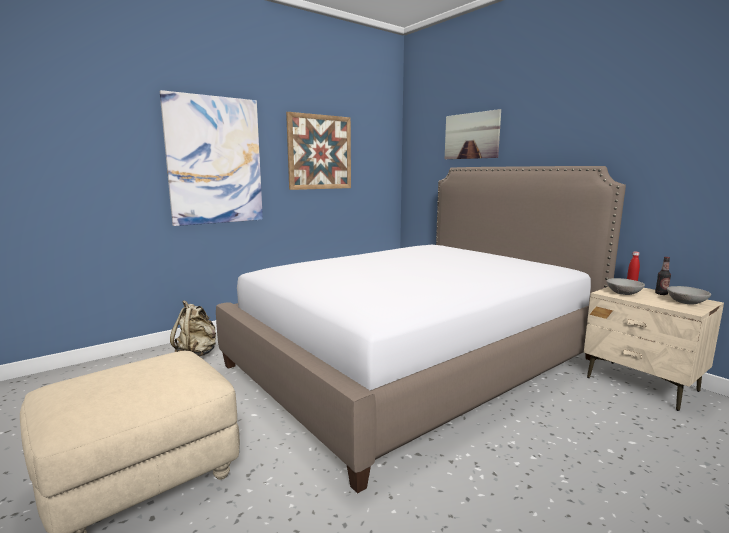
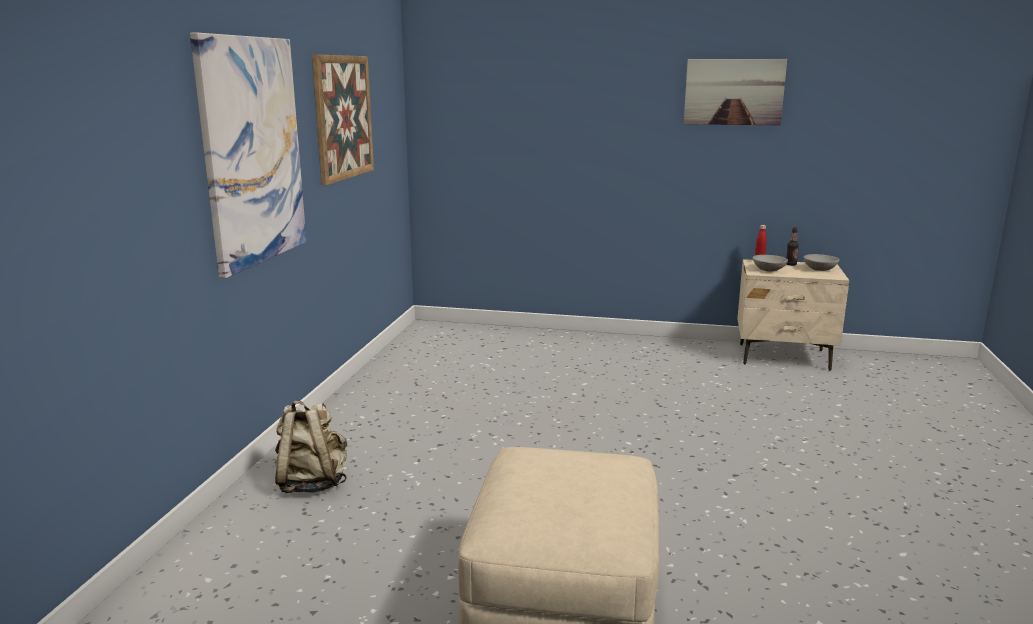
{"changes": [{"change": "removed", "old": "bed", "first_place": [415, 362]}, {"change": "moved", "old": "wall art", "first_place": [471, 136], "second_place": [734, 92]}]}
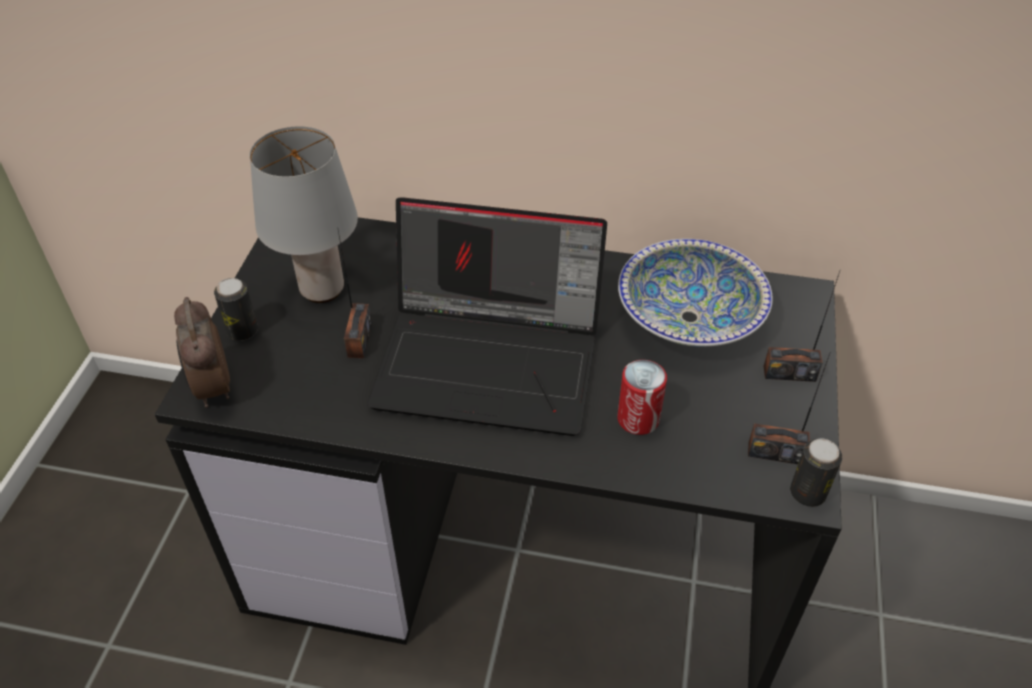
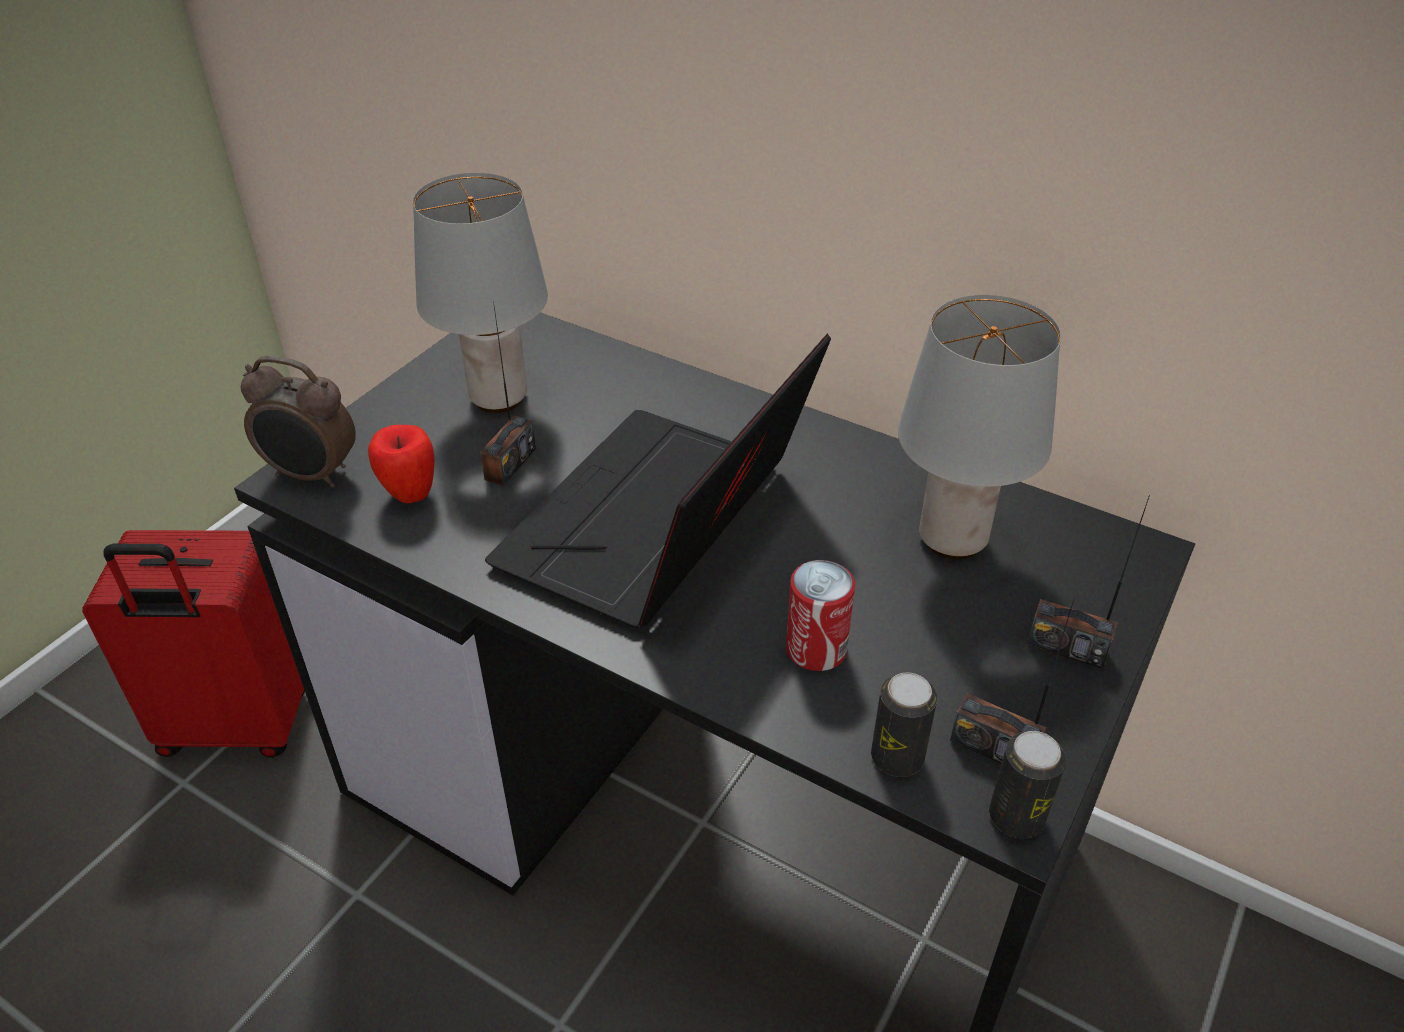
{"changes": [{"change": "turned", "old": "table clock", "first_place": [212, 388], "second_place": [312, 475], "degrees": -75}, {"change": "moved", "old": "sealed can", "first_place": [242, 331], "second_place": [897, 757]}, {"change": "turned", "old": "laptop", "first_place": [492, 360], "second_place": [659, 527], "degrees": 90}, {"change": "replaced", "old": "deep dish", "new": "grey lamp for a table", "first_place": [689, 317], "second_place": [954, 540]}, {"change": "added", "new": "red piece of luggage", "second_place": [236, 726]}, {"change": "added", "new": "whole apple", "second_place": [410, 495]}]}
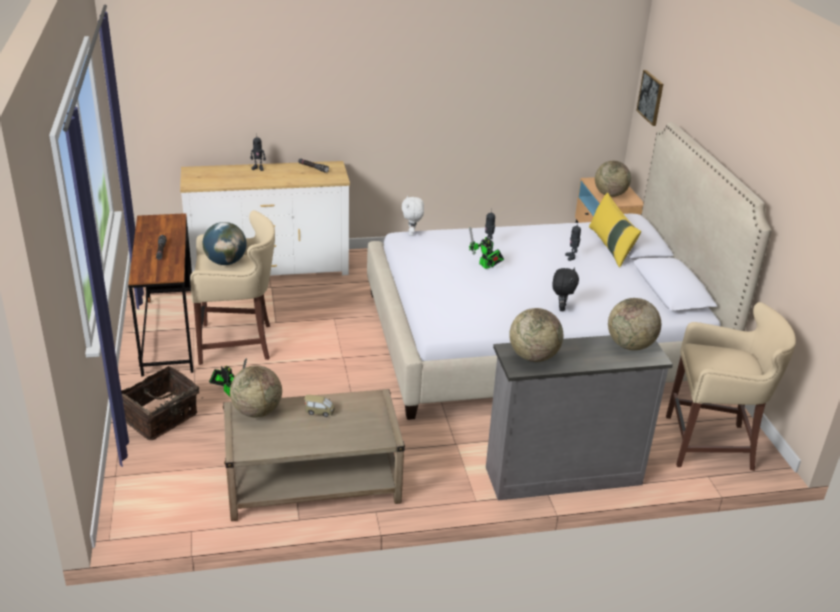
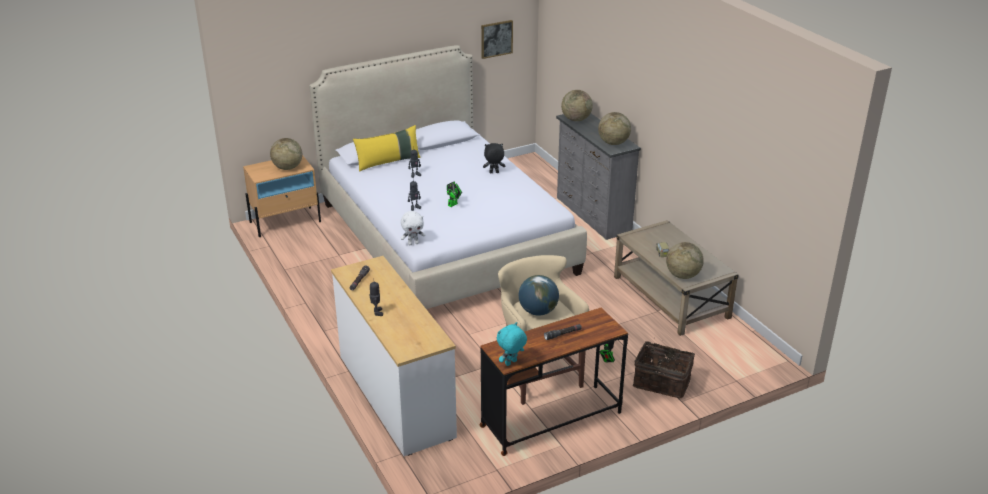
{"changes": [{"change": "moved", "old": "wall art", "first_place": [651, 97], "second_place": [496, 39]}, {"change": "removed", "old": "sand-coloured sitting stool", "first_place": [712, 444]}, {"change": "added", "new": "turquoise soft toy", "second_place": [511, 363]}]}
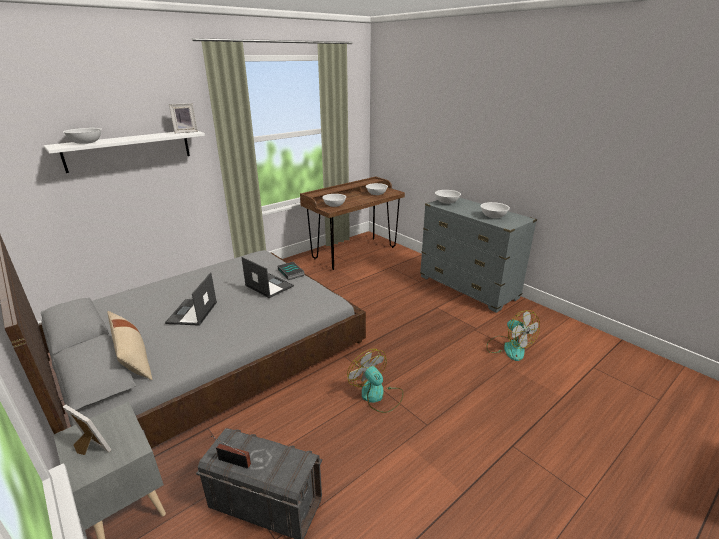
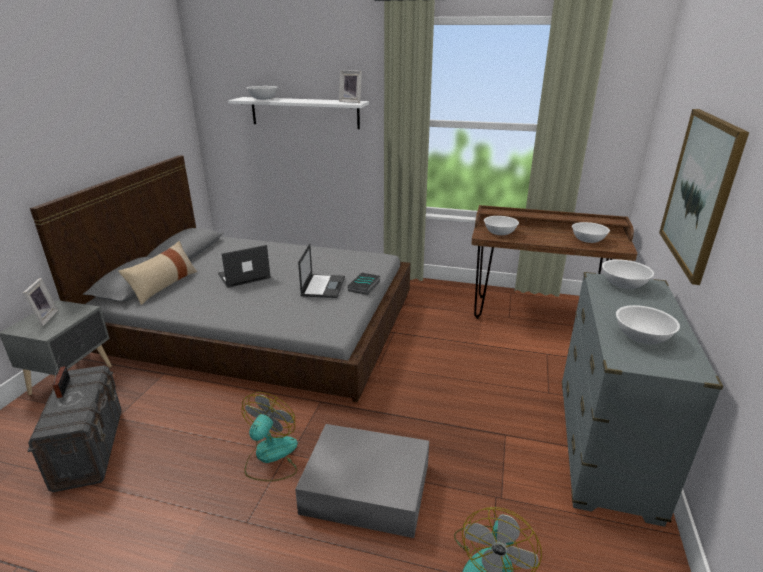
{"changes": [{"change": "added", "new": "grey storage container", "second_place": [364, 487]}, {"change": "added", "new": "wall art", "second_place": [699, 192]}]}
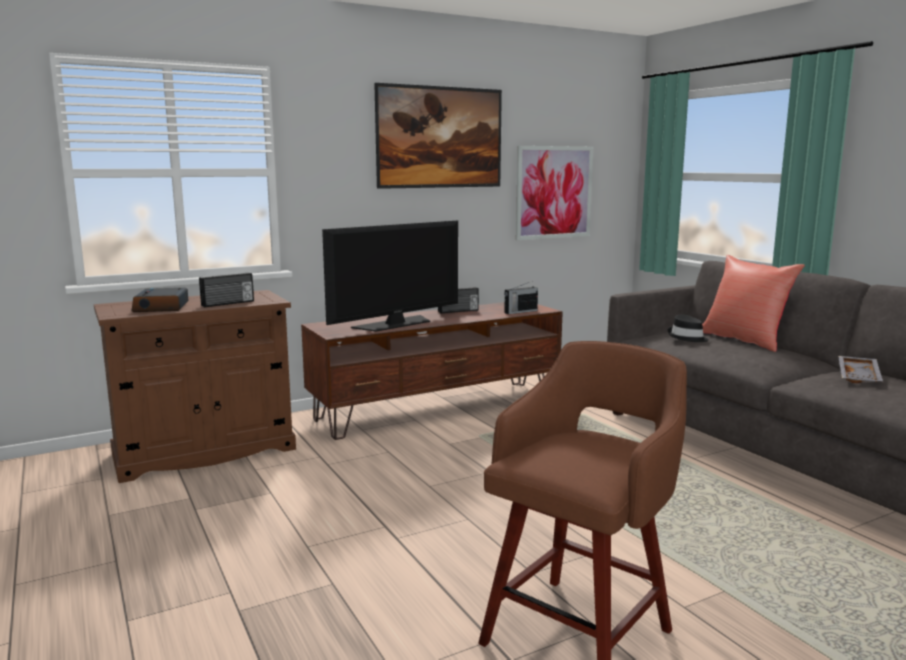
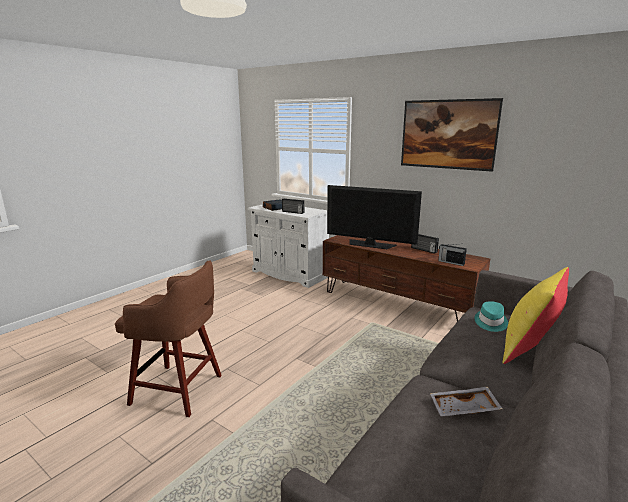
{"changes": [{"change": "recoloured", "old": "brown cabinet", "new": "white cabinet", "first_place": [205, 451], "second_place": [290, 274]}, {"change": "removed", "old": "wall art", "first_place": [554, 192]}, {"change": "recoloured", "old": "black-coloured wearable hat", "new": "turquoise wearable hat", "first_place": [687, 337], "second_place": [490, 322]}, {"change": "recoloured", "old": "red throw pillow", "new": "yellow throw pillow", "first_place": [744, 340], "second_place": [529, 348]}]}
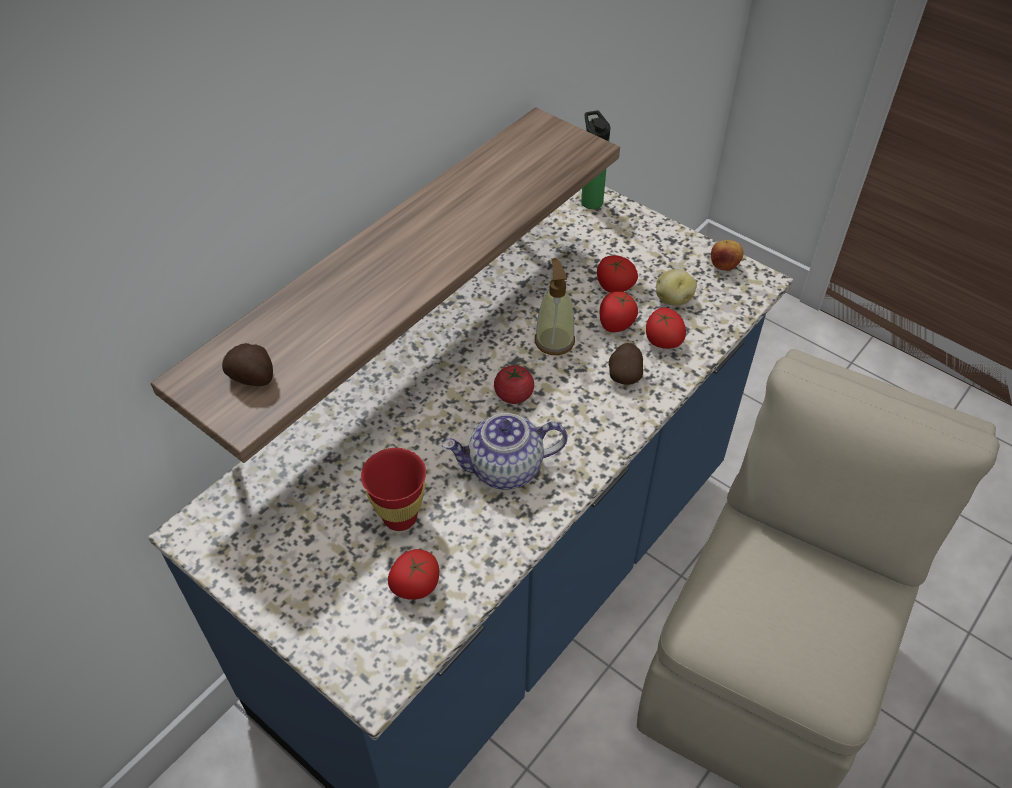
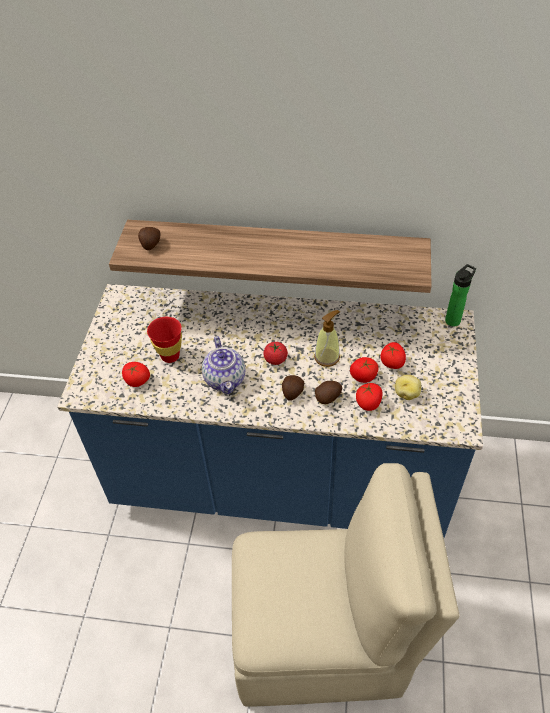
{"changes": [{"change": "turned", "old": "pot for tea", "first_place": [505, 469], "second_place": [225, 379], "degrees": -150}, {"change": "removed", "old": "whole apple", "first_place": [724, 266]}, {"change": "added", "new": "potato", "second_place": [292, 393]}]}
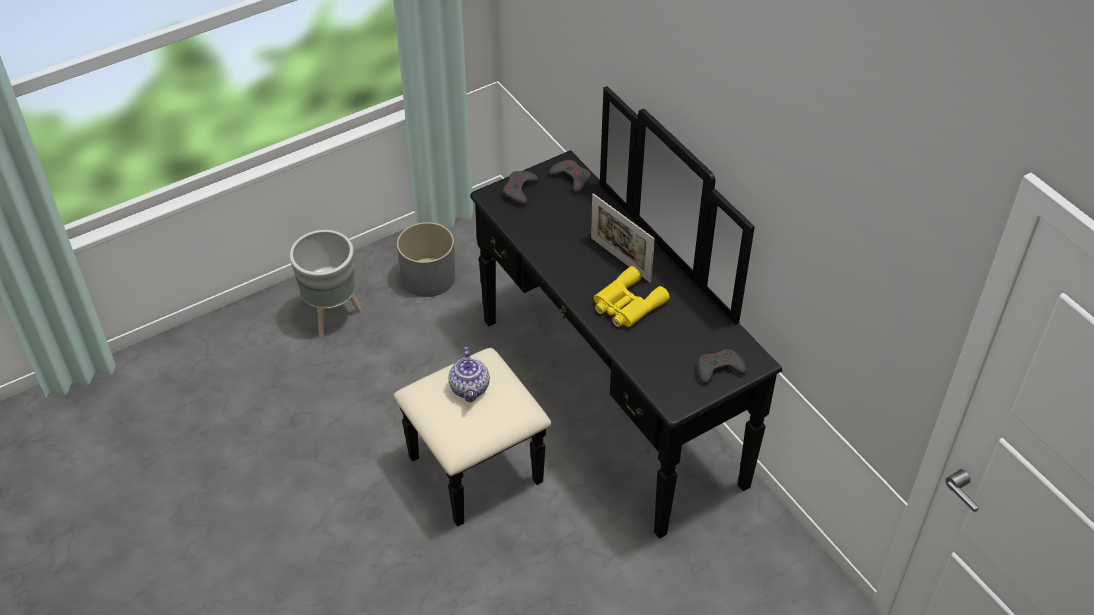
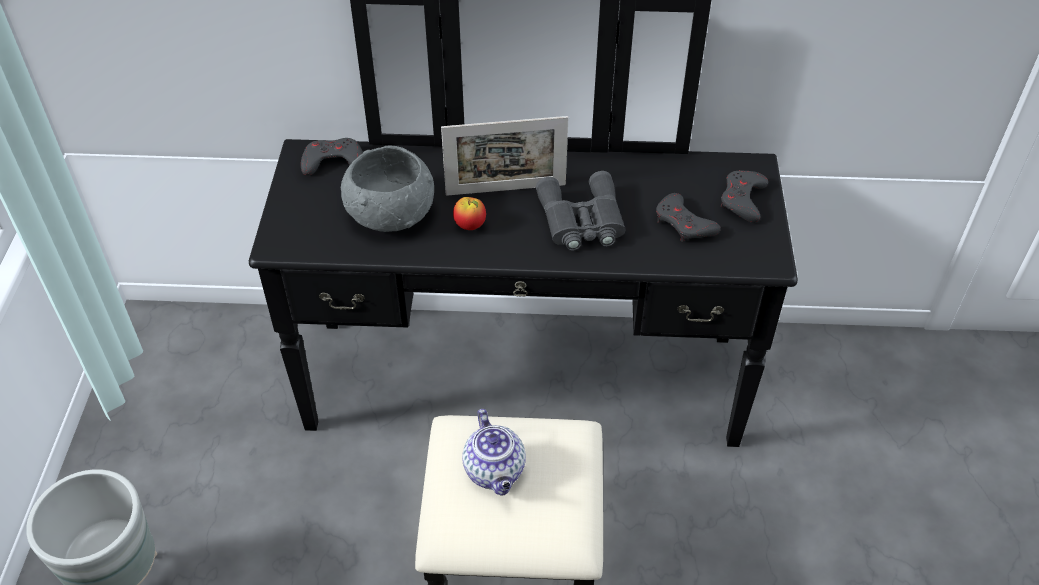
{"changes": [{"change": "removed", "old": "grey planter", "first_place": [429, 277]}, {"change": "turned", "old": "pot for tea", "first_place": [470, 389], "second_place": [495, 471], "degrees": 45}, {"change": "moved", "old": "grey gamepad", "first_place": [519, 190], "second_place": [684, 223]}, {"change": "recoloured", "old": "yellow pair of binoculars", "new": "grey pair of binoculars", "first_place": [626, 304], "second_place": [581, 221]}, {"change": "added", "new": "grey deep dish", "second_place": [390, 213]}, {"change": "added", "new": "whole apple", "second_place": [470, 226]}]}
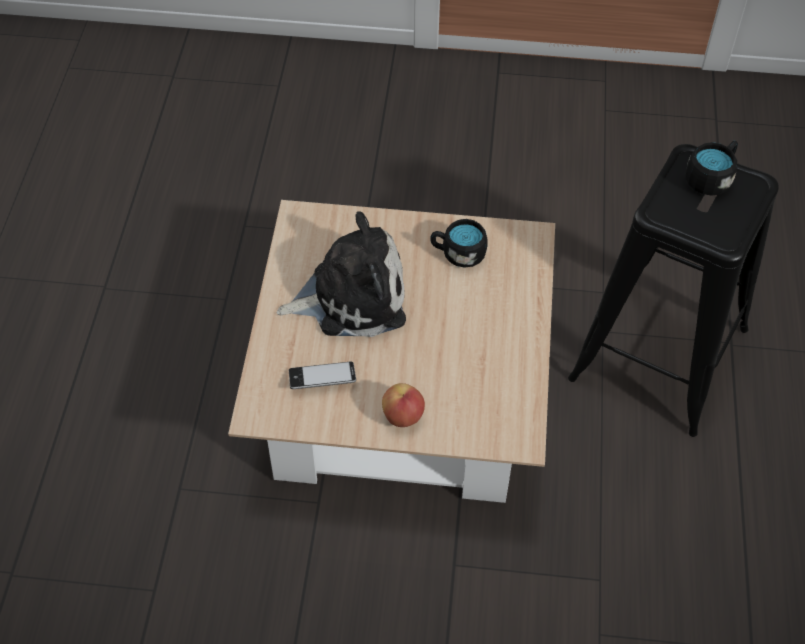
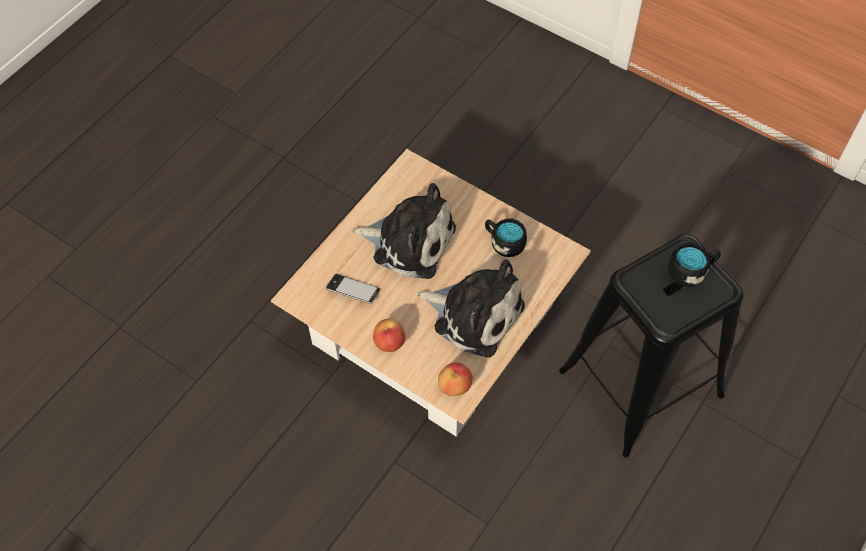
{"changes": [{"change": "added", "new": "soft toy", "second_place": [474, 314]}, {"change": "added", "new": "whole apple", "second_place": [455, 386]}]}
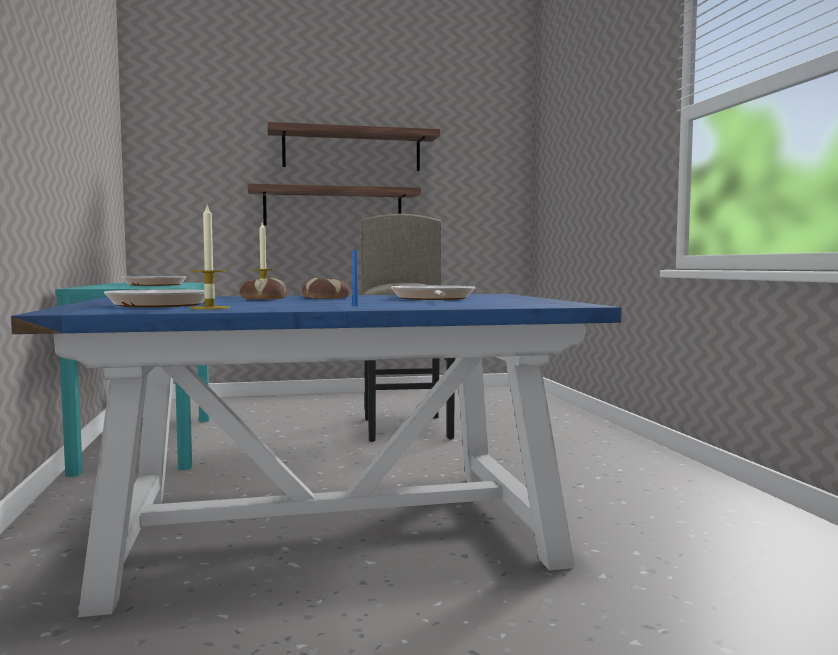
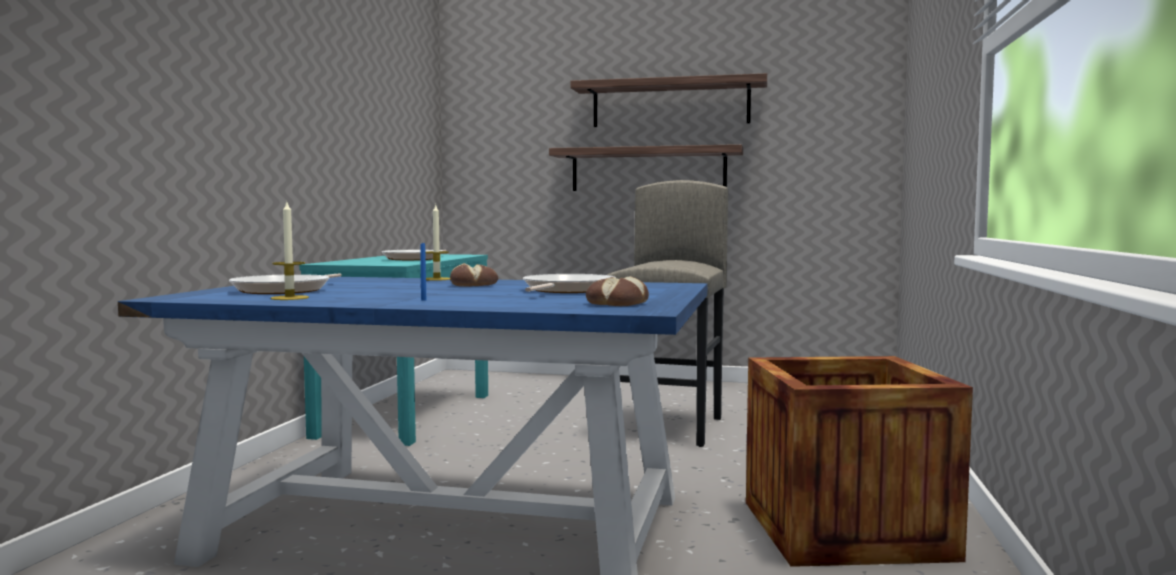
{"changes": [{"change": "moved", "old": "bread", "first_place": [263, 298], "second_place": [616, 303]}, {"change": "added", "new": "shipping crate", "second_place": [845, 530]}]}
